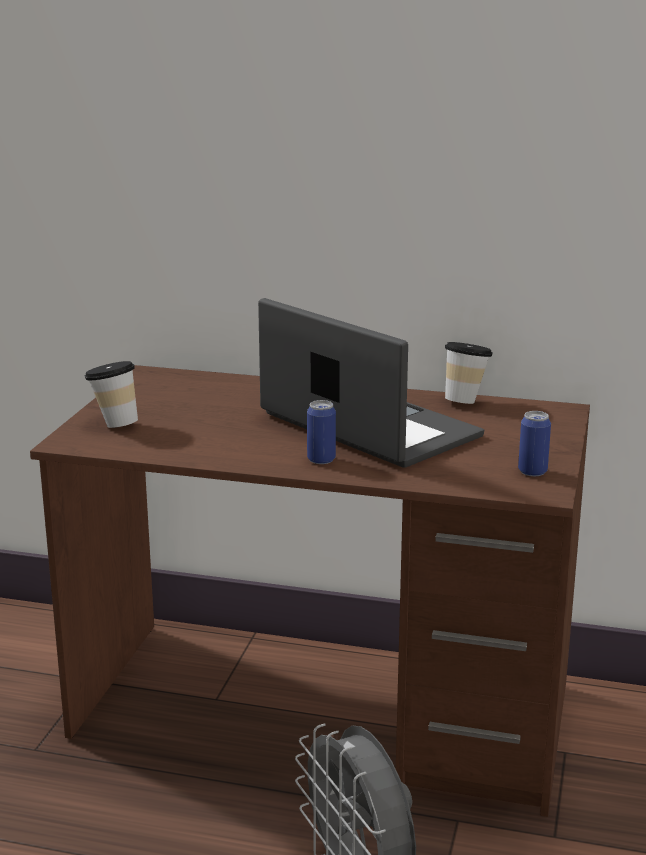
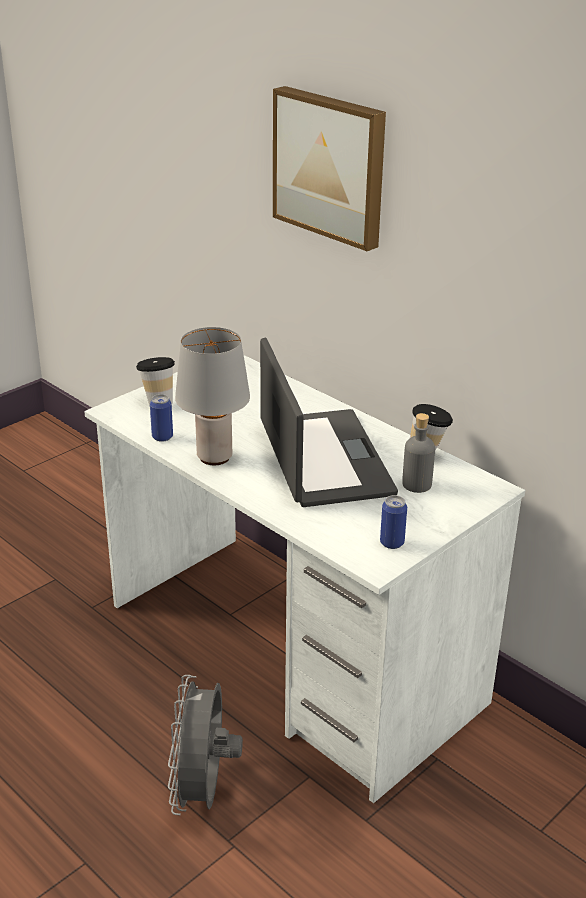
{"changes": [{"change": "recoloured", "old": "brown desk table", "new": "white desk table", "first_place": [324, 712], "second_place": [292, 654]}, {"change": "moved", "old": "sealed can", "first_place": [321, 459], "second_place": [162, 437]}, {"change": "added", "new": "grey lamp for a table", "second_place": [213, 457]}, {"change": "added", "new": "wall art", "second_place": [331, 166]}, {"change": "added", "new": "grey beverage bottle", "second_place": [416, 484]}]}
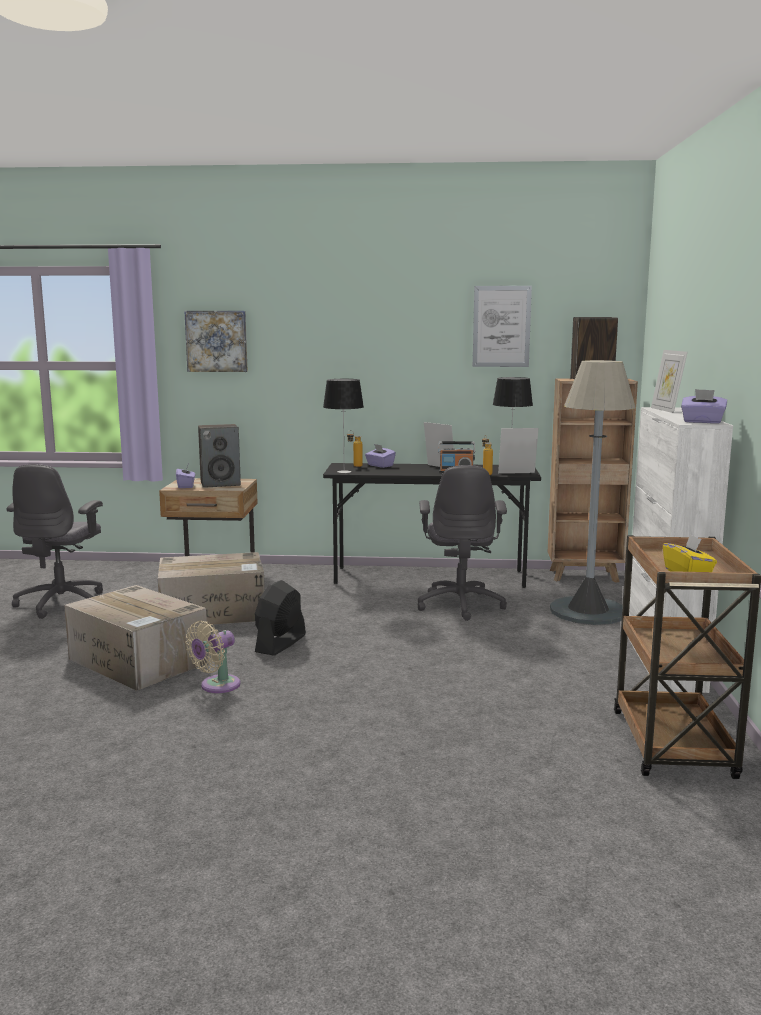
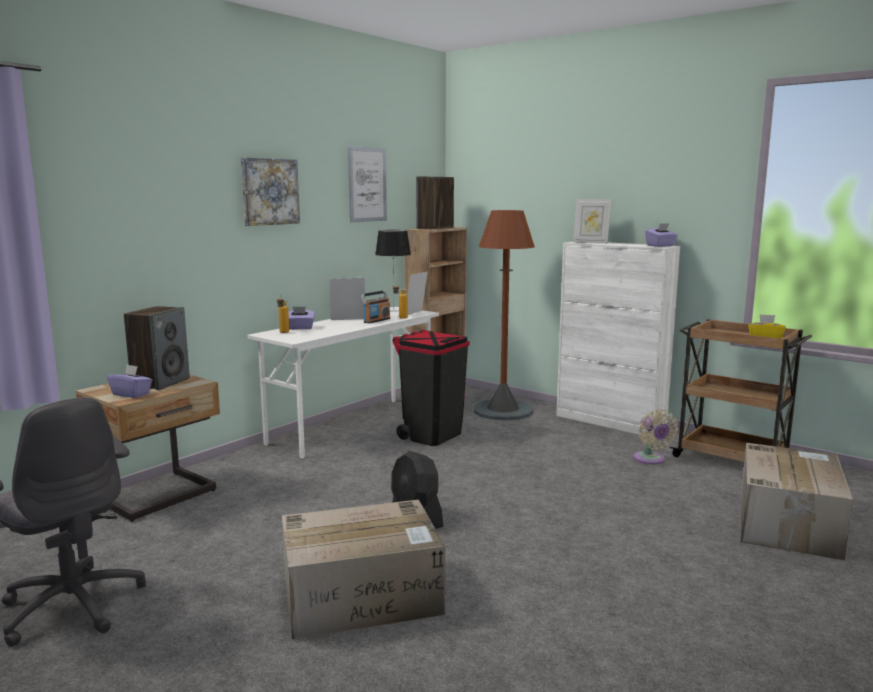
{"changes": [{"change": "moved", "old": "cardboard box", "first_place": [214, 611], "second_place": [787, 522]}, {"change": "moved", "old": "wall art", "first_place": [216, 341], "second_place": [269, 191]}, {"change": "moved", "old": "sand-coloured electric fan", "first_place": [216, 686], "second_place": [650, 460]}, {"change": "removed", "old": "lamp for a table", "first_place": [344, 472]}, {"change": "recoloured", "old": "black-coloured desk table", "new": "white desk table", "first_place": [430, 577], "second_place": [353, 426]}, {"change": "replaced", "old": "grey office chair", "new": "black-coloured rubbish bin", "first_place": [461, 604], "second_place": [431, 435]}, {"change": "recoloured", "old": "grey floor lamp", "new": "brown floor lamp", "first_place": [588, 611], "second_place": [502, 410]}]}
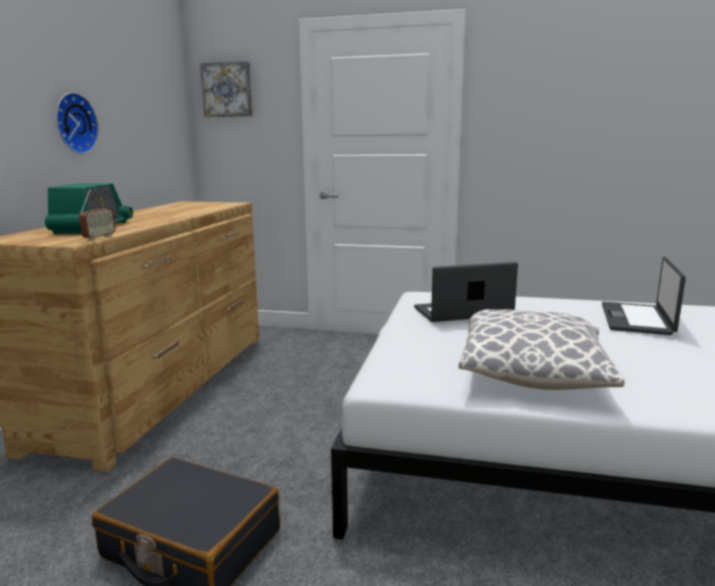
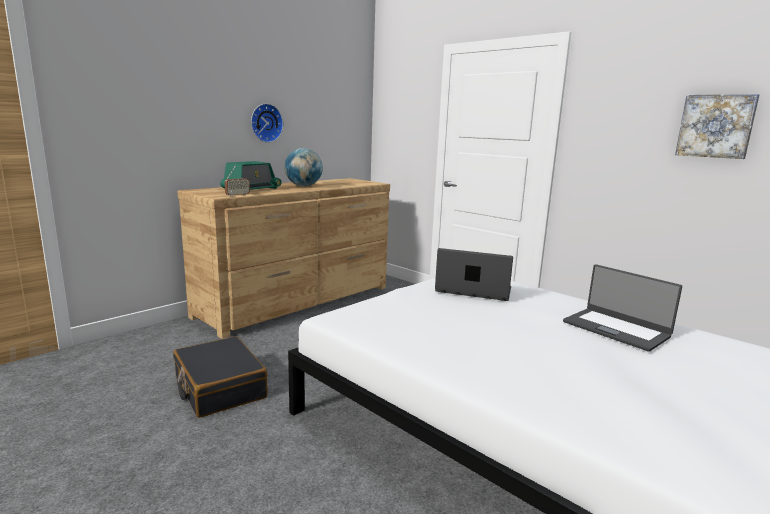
{"changes": [{"change": "moved", "old": "wall art", "first_place": [228, 90], "second_place": [715, 126]}, {"change": "removed", "old": "throw pillow", "first_place": [532, 375]}, {"change": "turned", "old": "laptop", "first_place": [637, 319], "second_place": [616, 329], "degrees": -90}, {"change": "added", "new": "world globe", "second_place": [303, 186]}]}
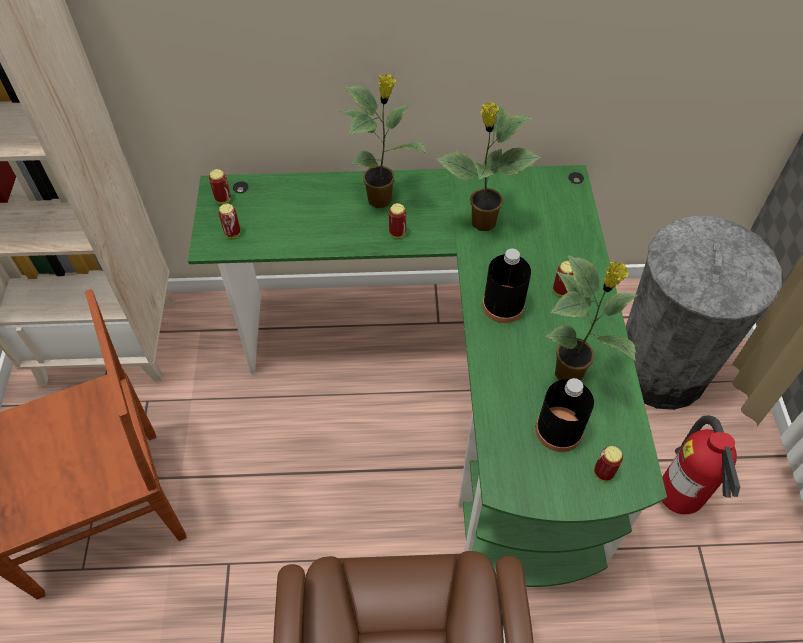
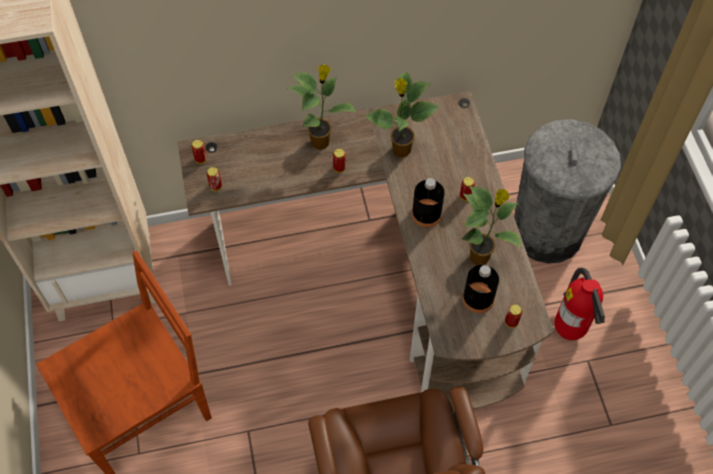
{"changes": [{"change": "recoloured", "old": "greenish desk table", "new": "brown desk table", "first_place": [450, 388], "second_place": [388, 272]}]}
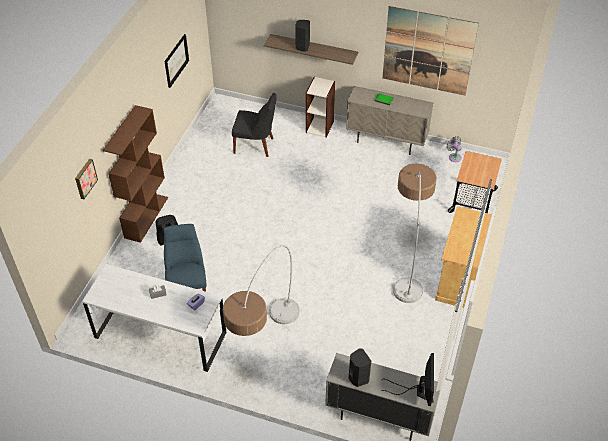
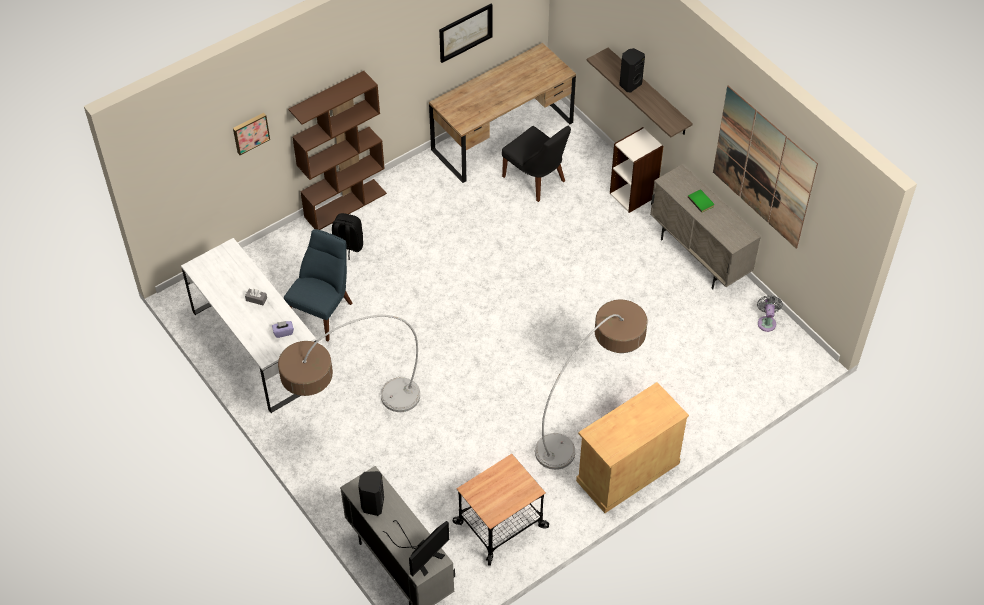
{"changes": [{"change": "moved", "old": "wheeled cart", "first_place": [473, 201], "second_place": [501, 525]}, {"change": "added", "new": "brown desk table", "second_place": [502, 136]}]}
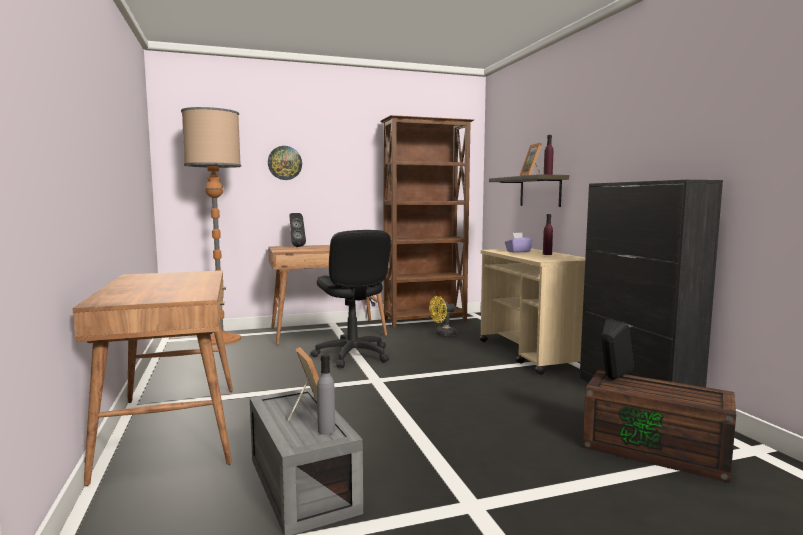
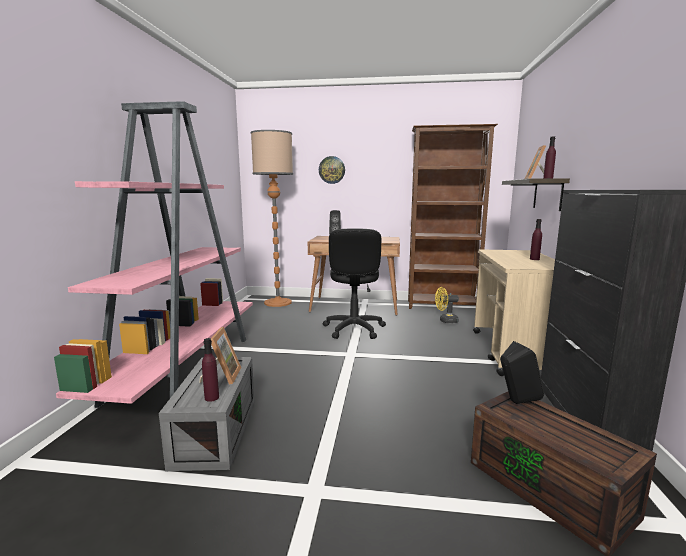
{"changes": [{"change": "replaced", "old": "brown desk table", "new": "pinkish bookcase", "first_place": [172, 429], "second_place": [185, 366]}, {"change": "recoloured", "old": "grey beverage bottle", "new": "purplish beverage bottle", "first_place": [326, 430], "second_place": [211, 397]}, {"change": "removed", "old": "purplish tissue box", "first_place": [518, 251]}]}
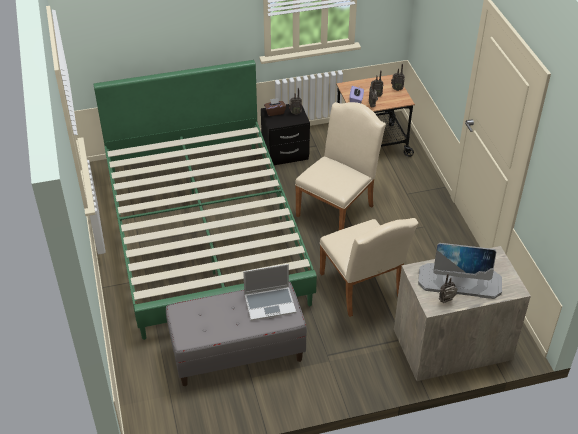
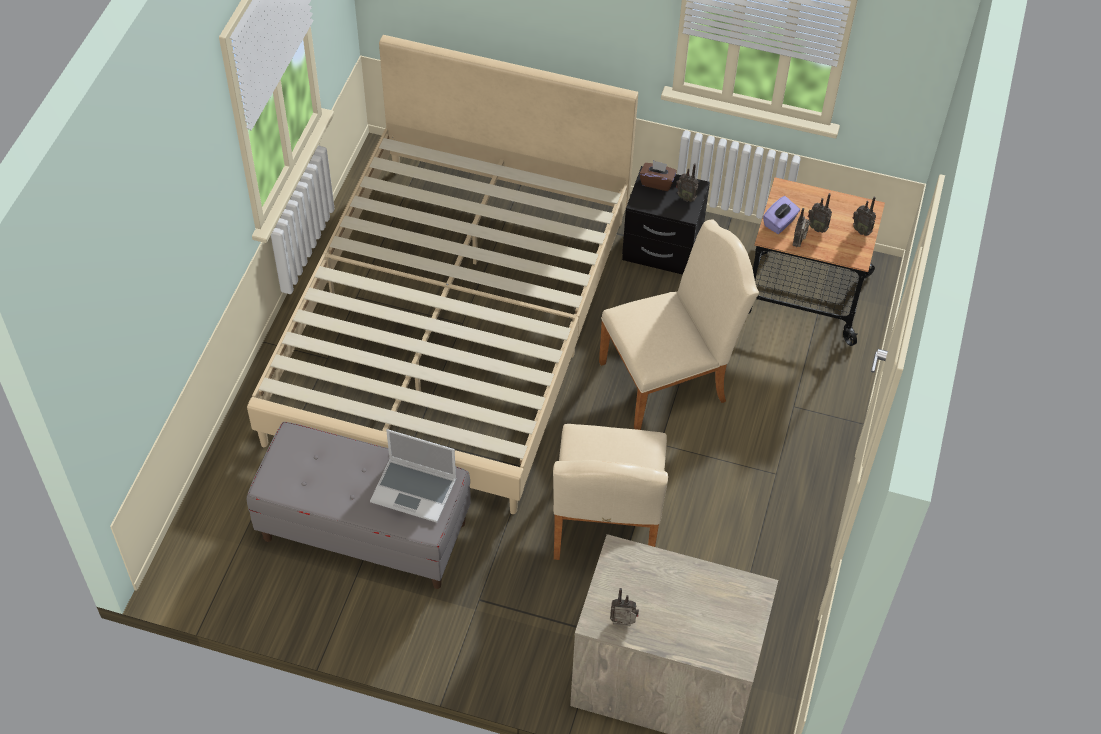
{"changes": [{"change": "recoloured", "old": "greenish bed", "new": "sand-coloured bed", "first_place": [205, 233], "second_place": [452, 326]}, {"change": "removed", "old": "computer screen", "first_place": [460, 281]}]}
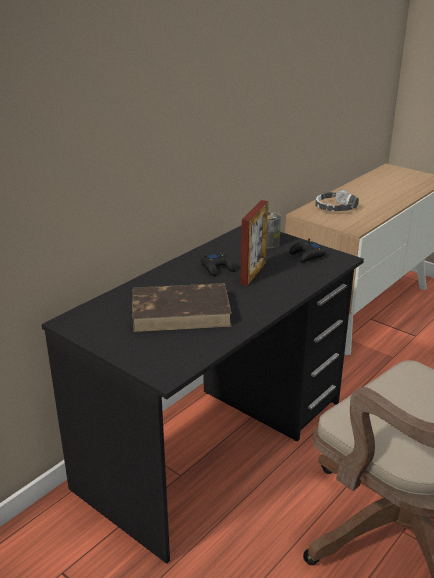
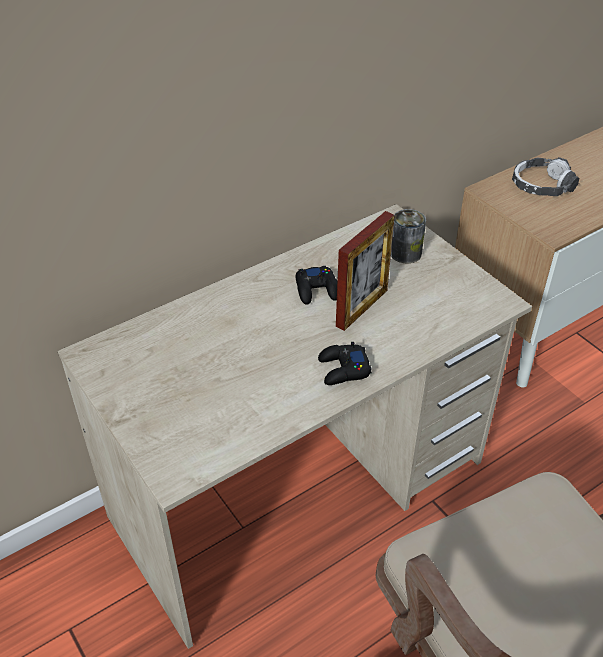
{"changes": [{"change": "recoloured", "old": "black-coloured desk table", "new": "sand-coloured desk table", "first_place": [215, 443], "second_place": [300, 490]}, {"change": "removed", "old": "brown book", "first_place": [182, 311]}, {"change": "moved", "old": "black-coloured gamepad", "first_place": [307, 255], "second_place": [343, 369]}]}
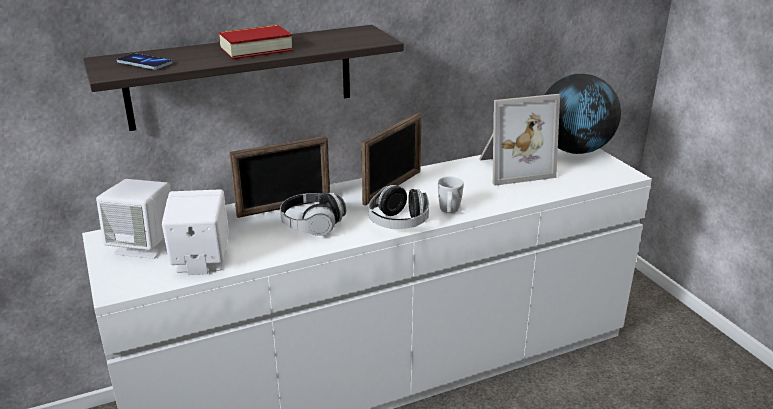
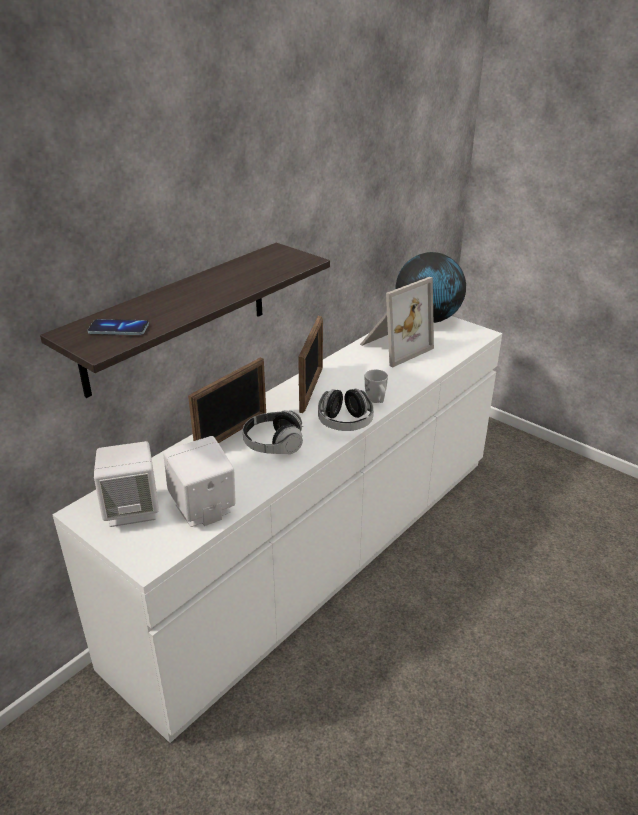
{"changes": [{"change": "removed", "old": "book", "first_place": [256, 49]}]}
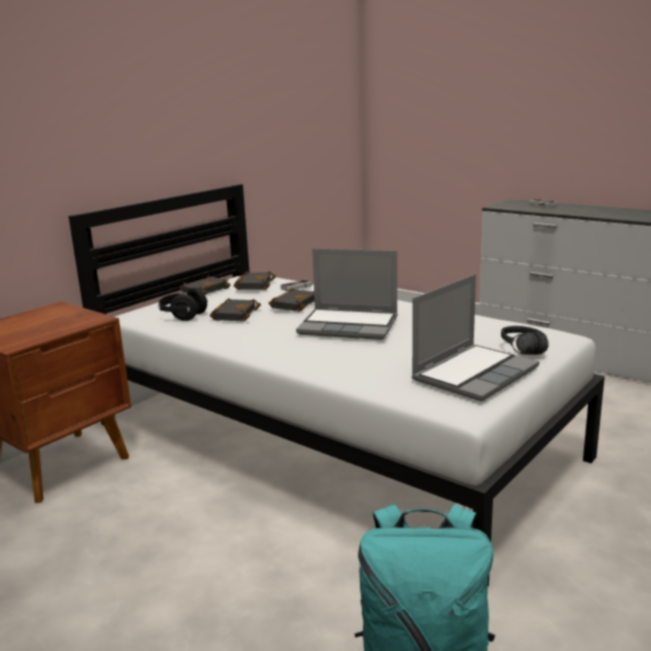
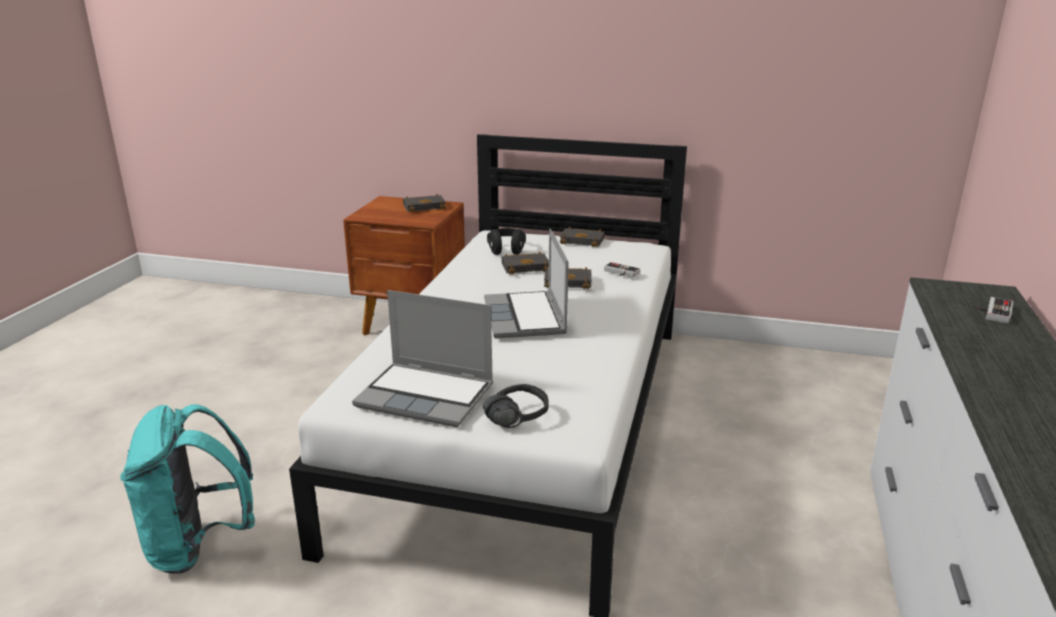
{"changes": [{"change": "moved", "old": "black-coloured book", "first_place": [254, 284], "second_place": [425, 206]}]}
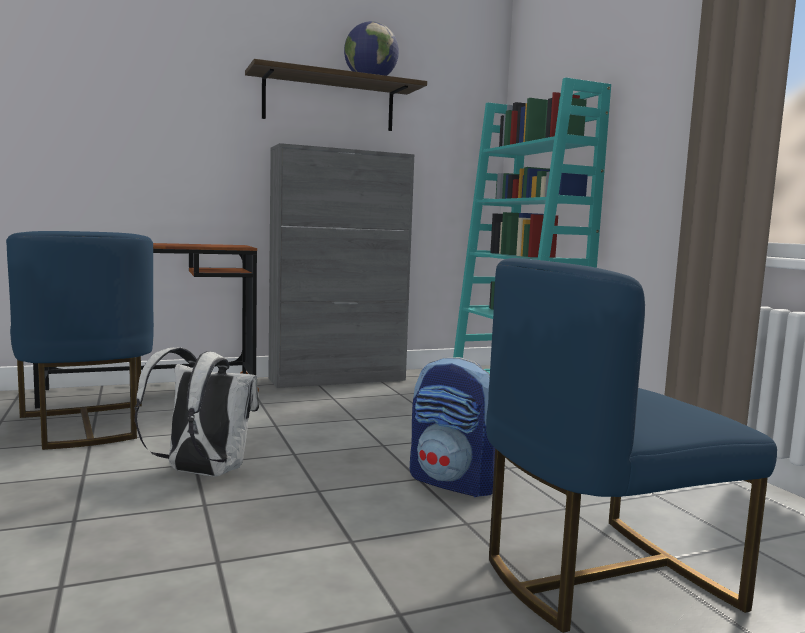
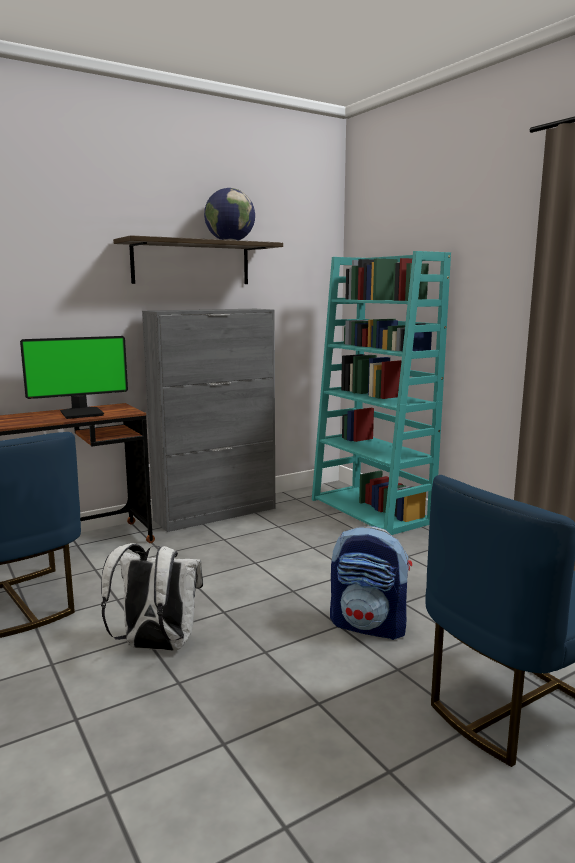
{"changes": [{"change": "added", "new": "computer screen", "second_place": [82, 413]}]}
